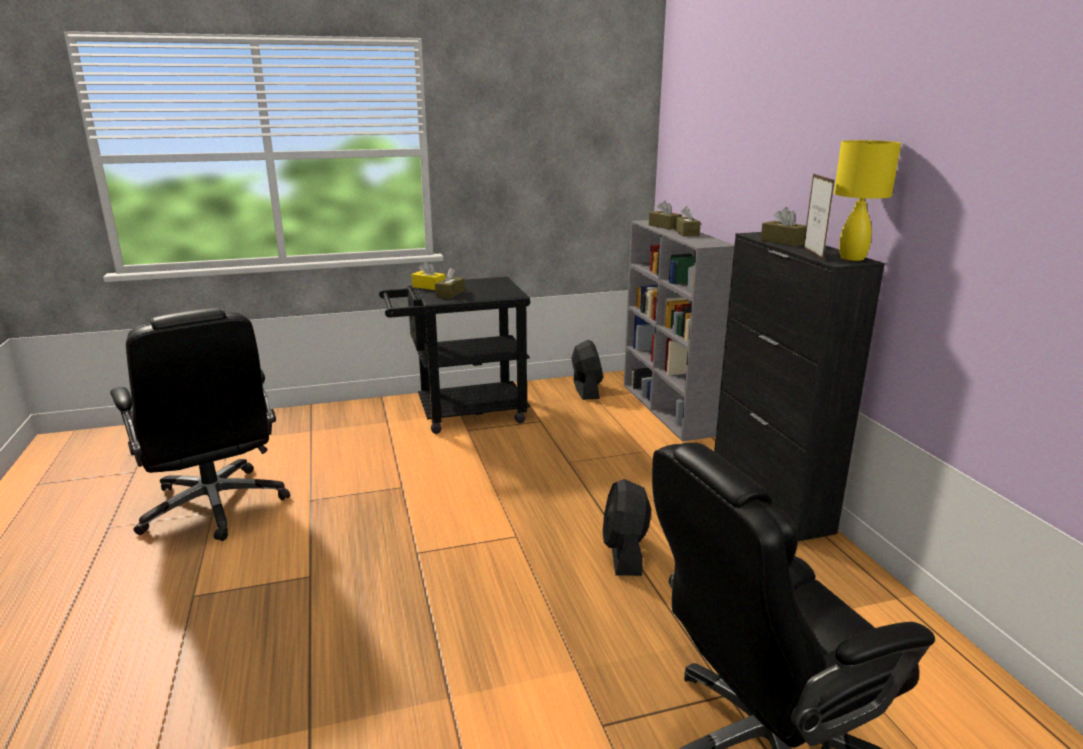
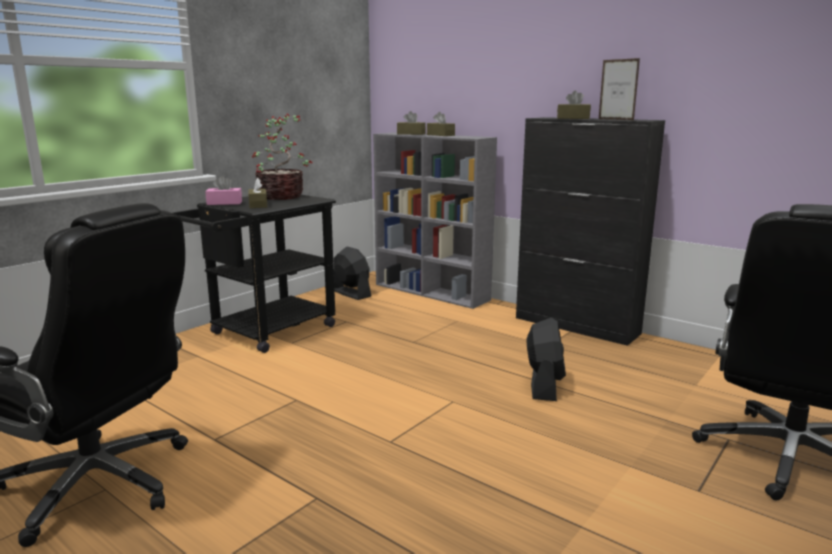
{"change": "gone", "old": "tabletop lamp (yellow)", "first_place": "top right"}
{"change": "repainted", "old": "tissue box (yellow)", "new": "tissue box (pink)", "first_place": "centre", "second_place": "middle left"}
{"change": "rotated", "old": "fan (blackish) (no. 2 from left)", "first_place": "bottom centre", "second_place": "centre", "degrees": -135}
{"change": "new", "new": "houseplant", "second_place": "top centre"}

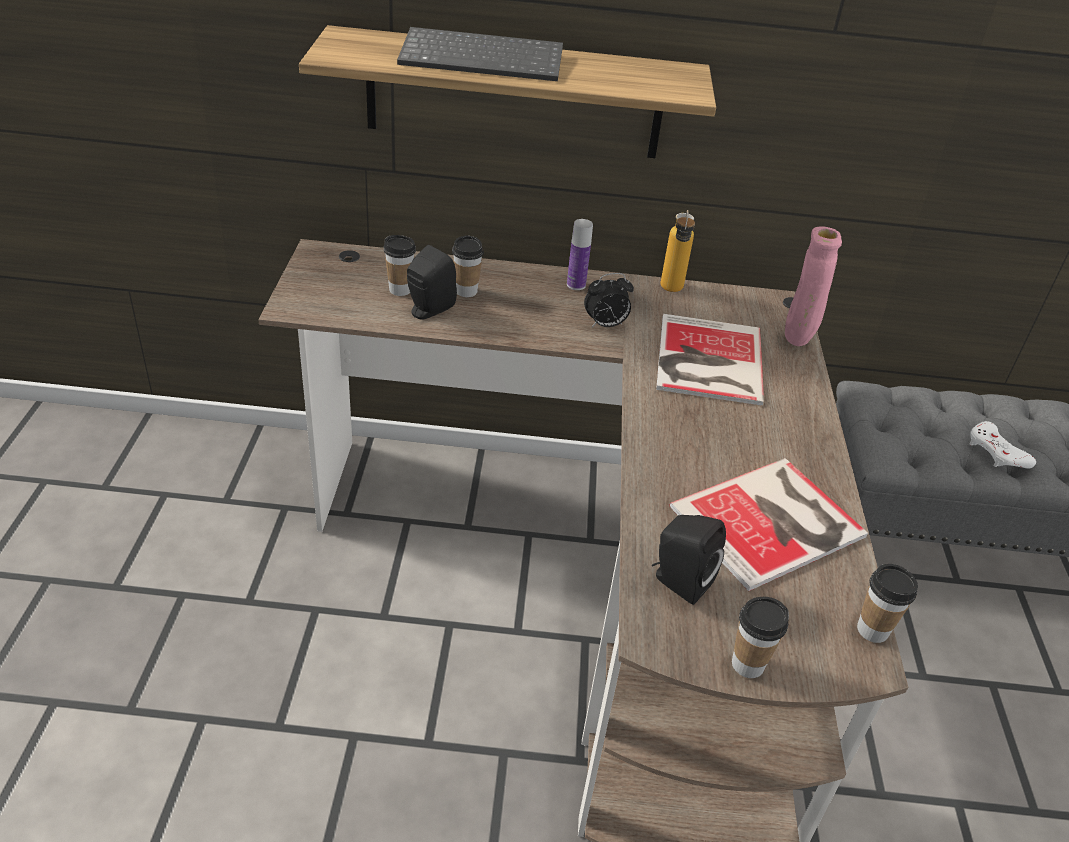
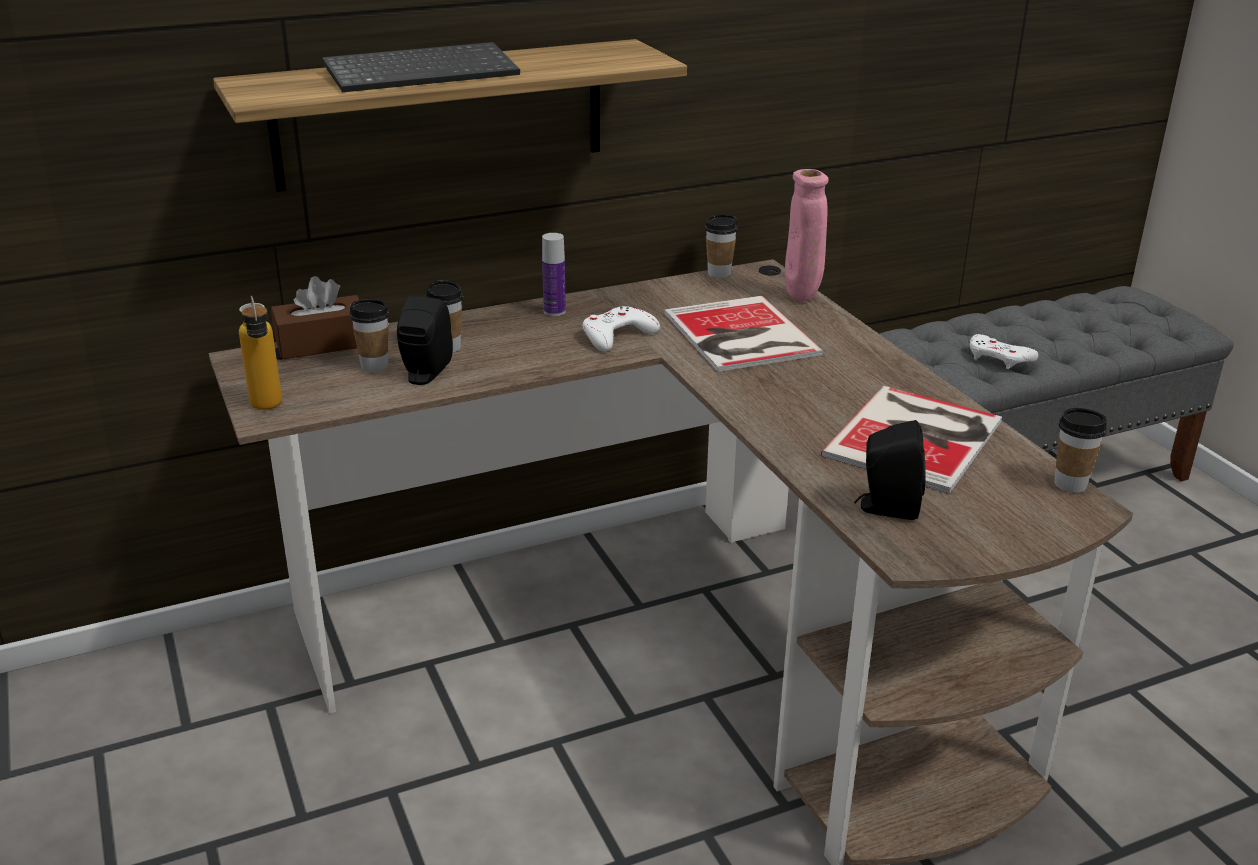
{"change": "shifted", "old": "beverage bottle (no. 2 from left in the first image)", "new": "beverage bottle (no. 1 from left)", "first_place": "top centre", "second_place": "middle left"}
{"change": "swapped", "old": "alarm clock", "new": "gamepad (white) (no. 1 from left)", "first_place": "centre", "second_place": "centre"}
{"change": "shifted", "old": "drinking cup (no. 3 from left)", "first_place": "bottom right", "second_place": "top centre"}
{"change": "new", "new": "tissue box (brown)", "second_place": "middle left"}

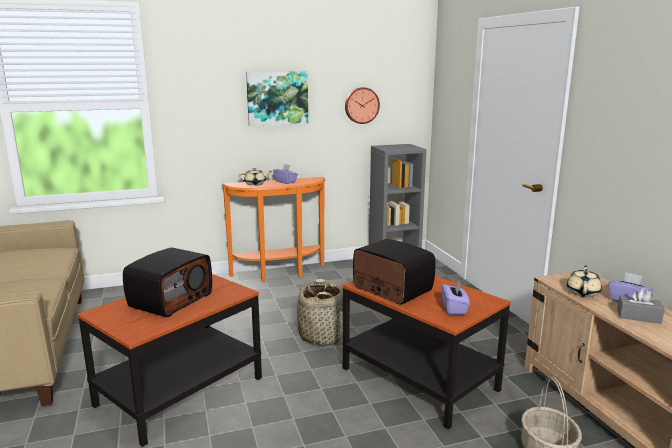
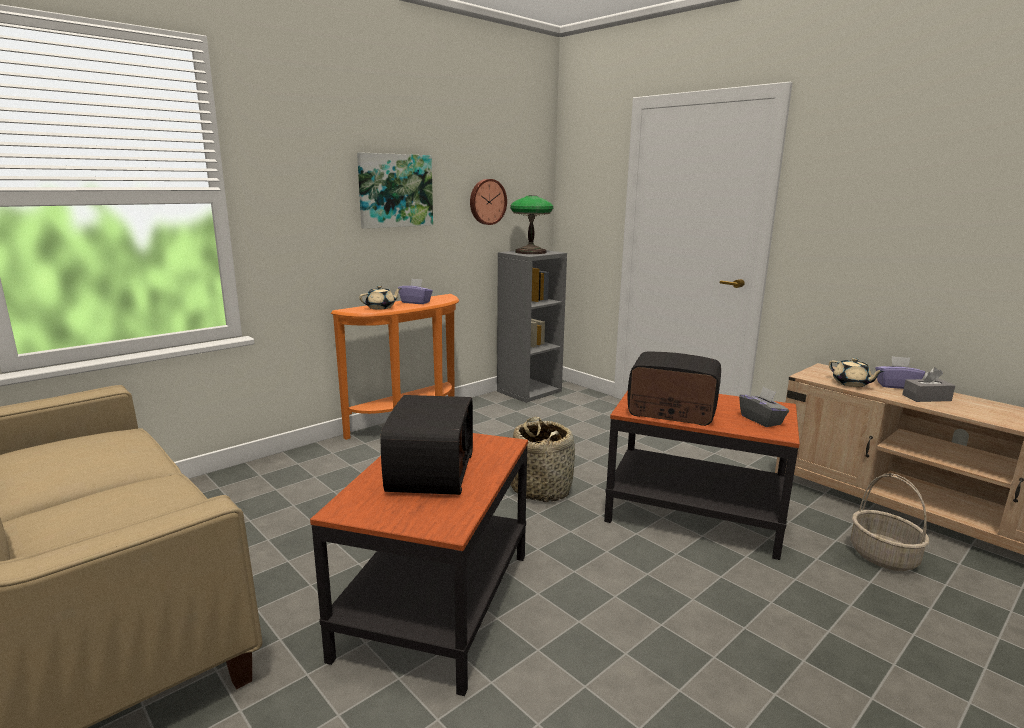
{"change": "rotated", "old": "pot for tea (beige-coloured) (no. 2 from left)", "first_place": "middle right", "second_place": "middle right", "degrees": 150}
{"change": "repainted", "old": "tissue box (purple) (no. 2 from left)", "new": "tissue box (greyish) (no. 1 from left)", "first_place": "middle right", "second_place": "middle right"}
{"change": "new", "new": "tabletop lamp", "second_place": "top centre"}

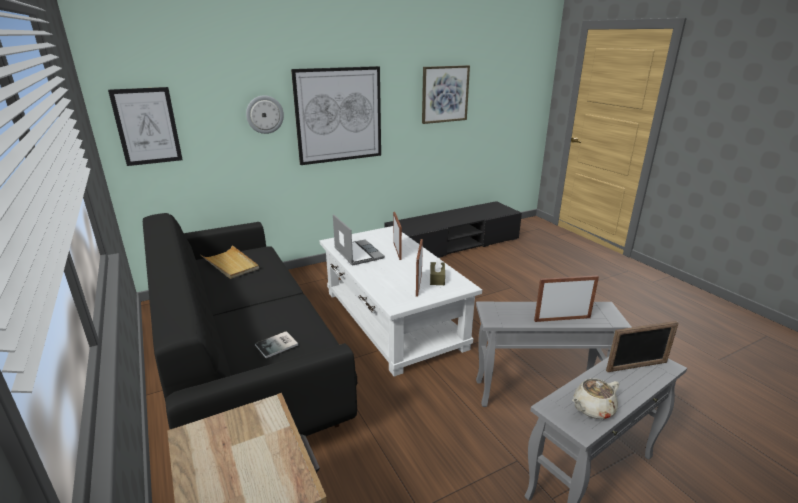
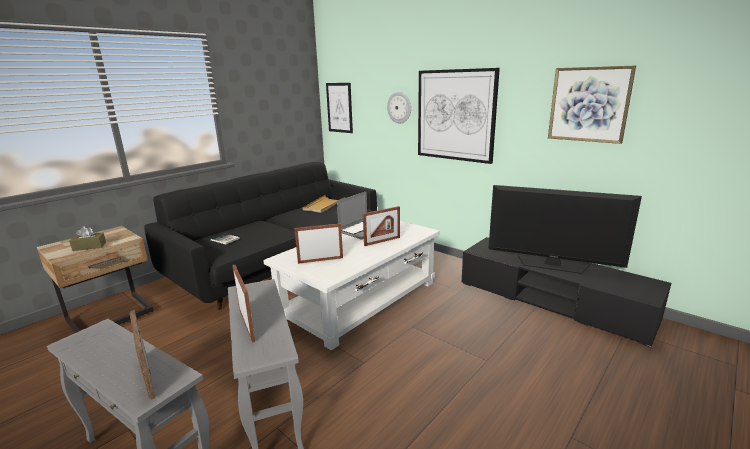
{"change": "shifted", "old": "tissue box (brown)", "first_place": "centre", "second_place": "middle left"}
{"change": "gone", "old": "pot for tea (beige-coloured)", "first_place": "bottom right"}
{"change": "new", "new": "television", "second_place": "middle right"}

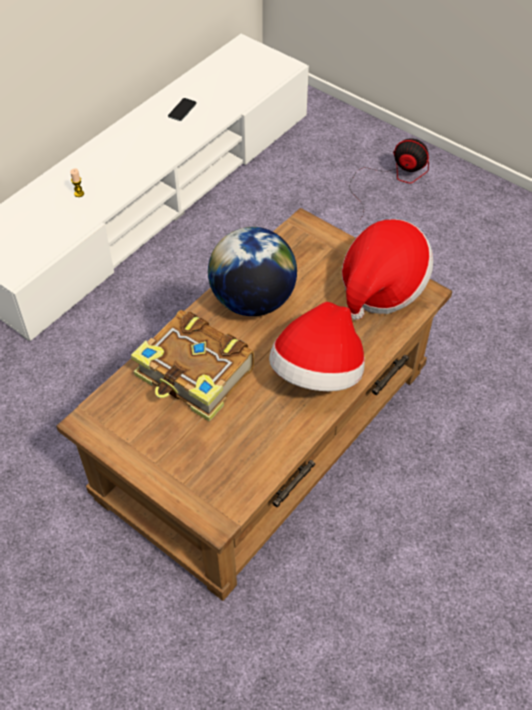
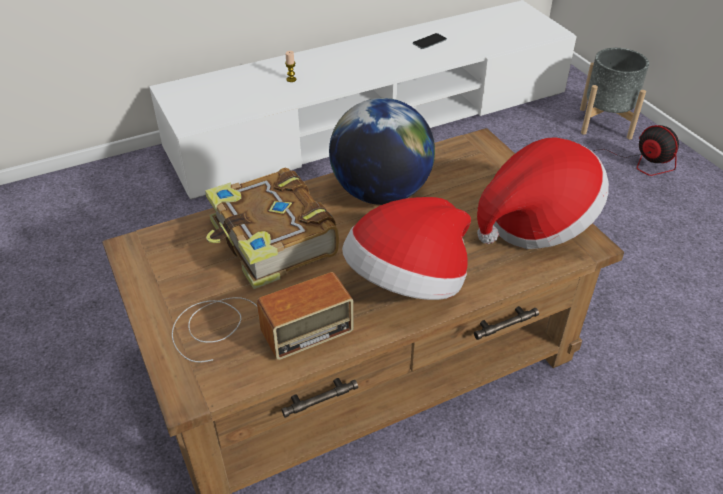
{"change": "new", "new": "planter (greyish)", "second_place": "top right"}
{"change": "new", "new": "radio set", "second_place": "centre"}

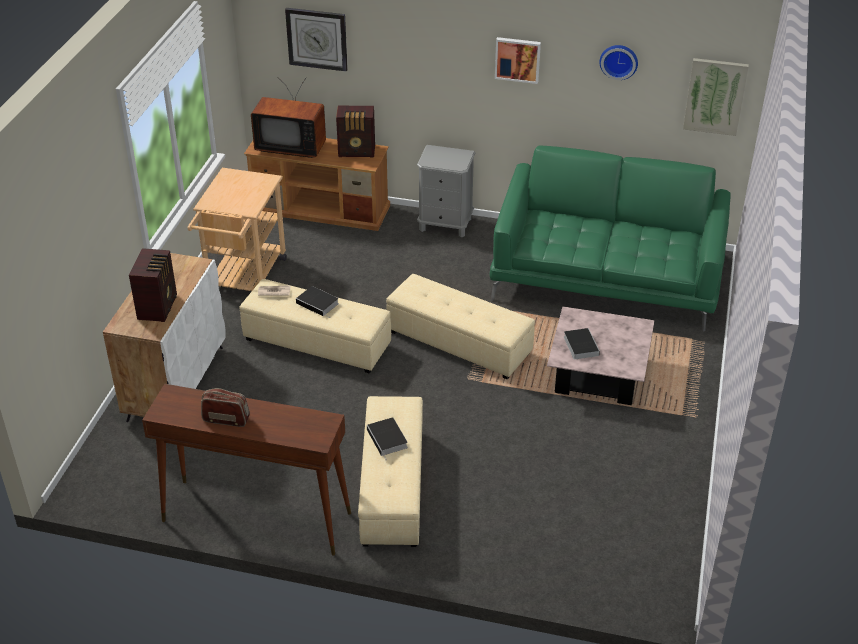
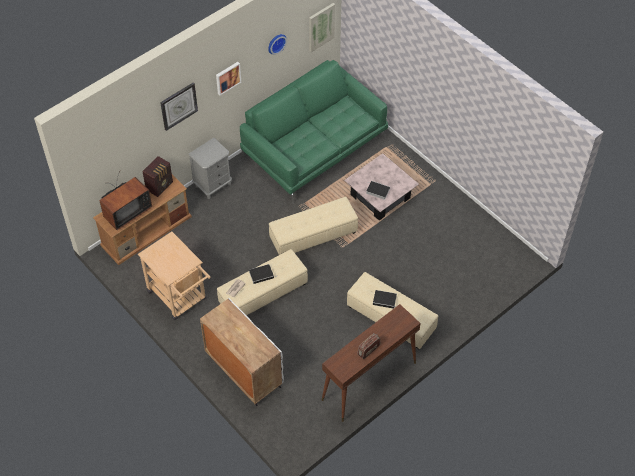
{"change": "shifted", "old": "clock on the wall (no. 1 from left)", "first_place": "top centre", "second_place": "top left"}
{"change": "gone", "old": "radio set (no. 1 from left)", "first_place": "middle left"}

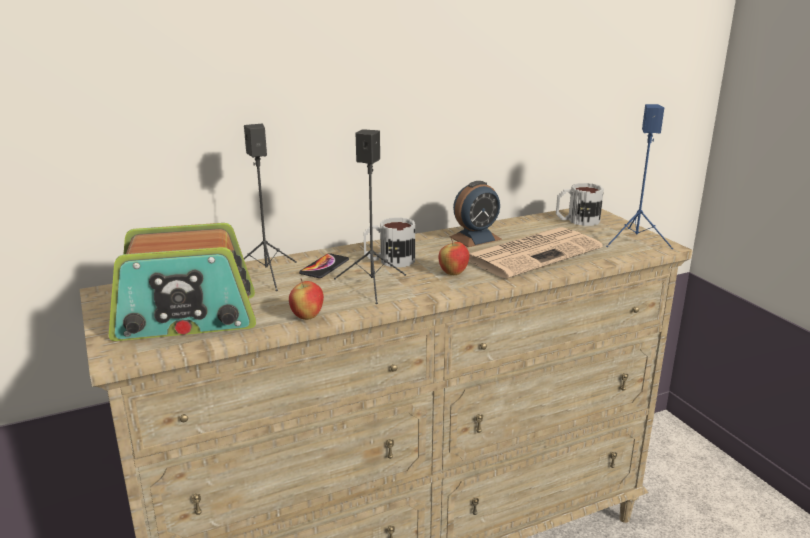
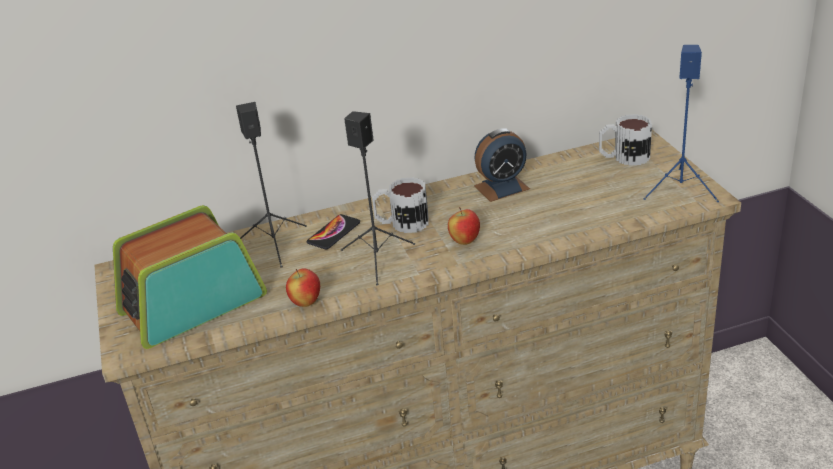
{"change": "rotated", "old": "radio set", "first_place": "middle left", "second_place": "middle left", "degrees": 150}
{"change": "gone", "old": "printed paper", "first_place": "centre"}

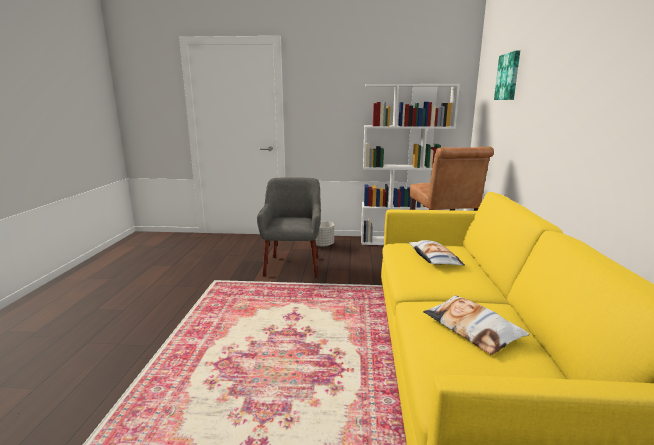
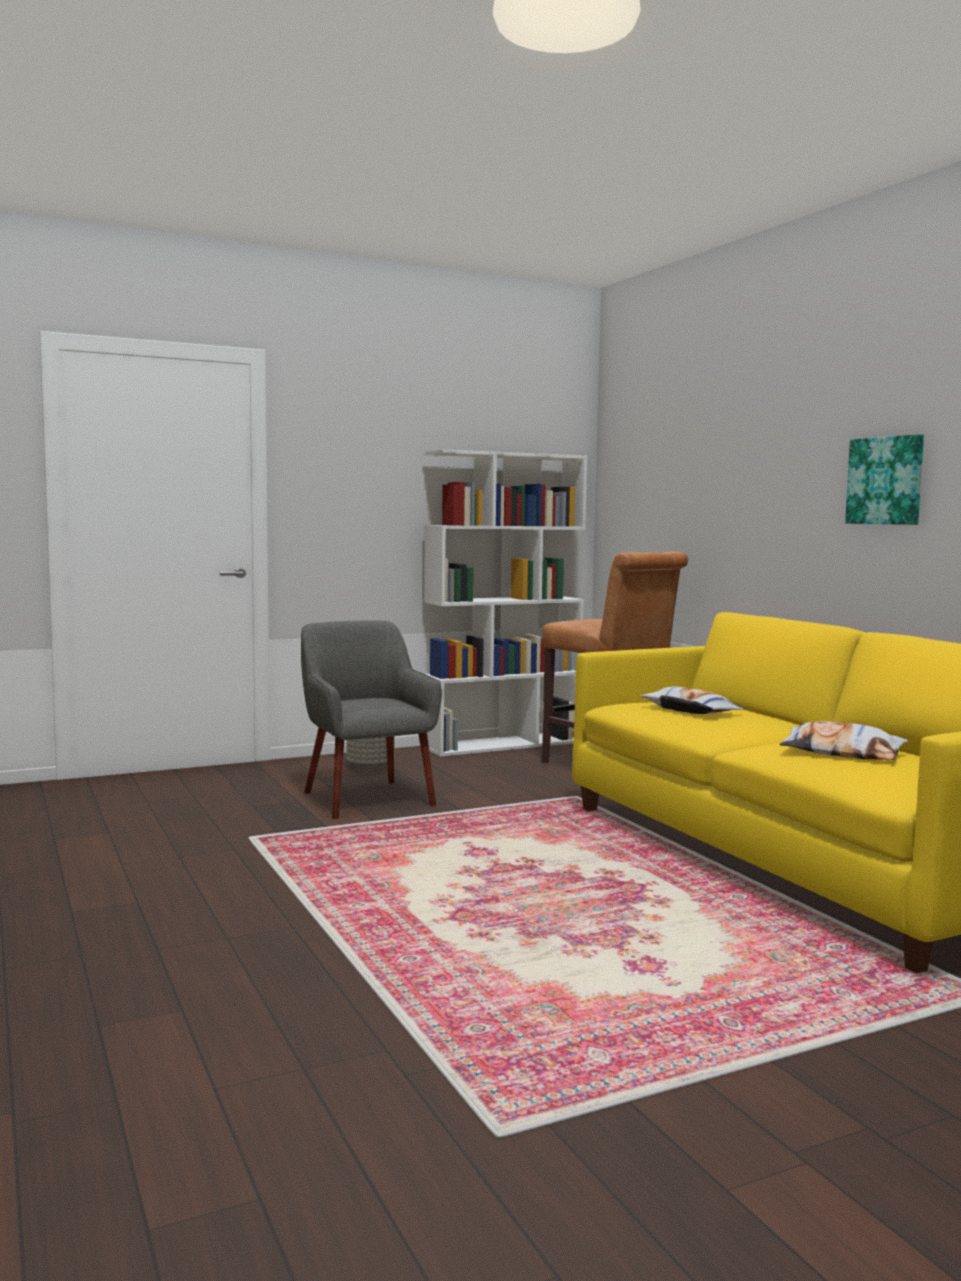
{"change": "shifted", "old": "picture", "first_place": "top right", "second_place": "middle right"}

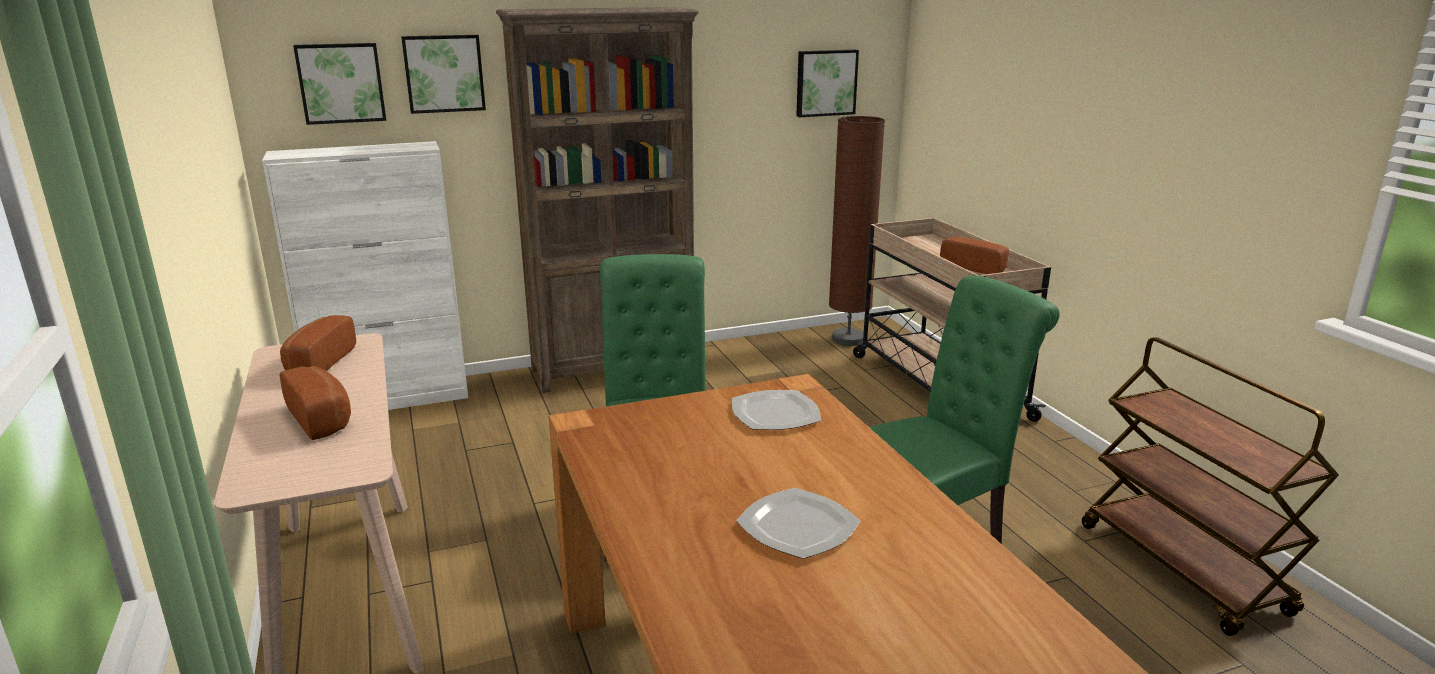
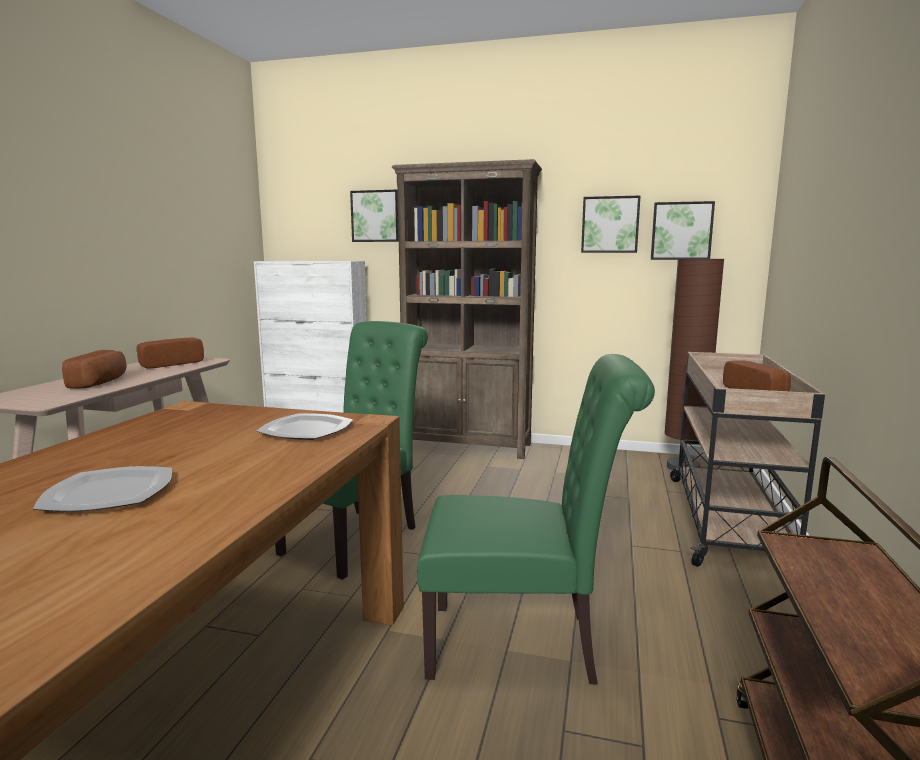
{"change": "shifted", "old": "picture (no. 1 from left in the first image)", "new": "picture (no. 2 from left)", "first_place": "top left", "second_place": "top centre"}

